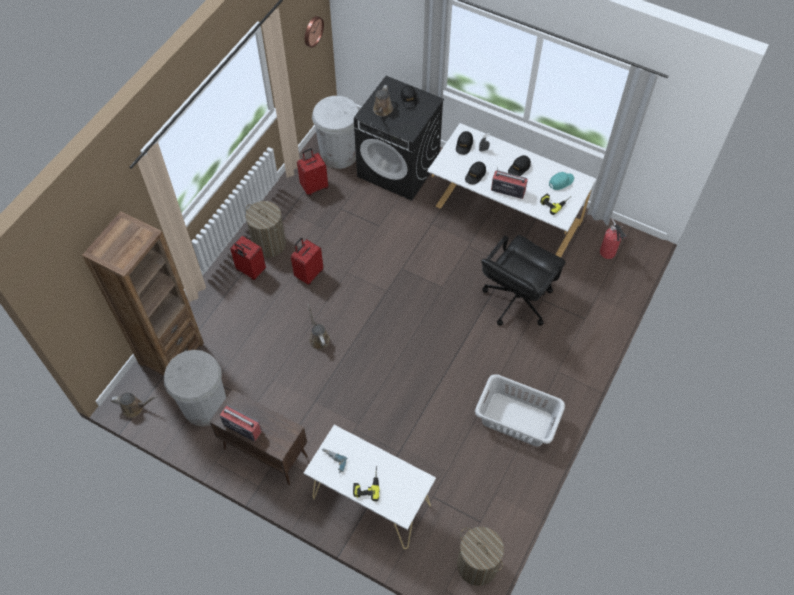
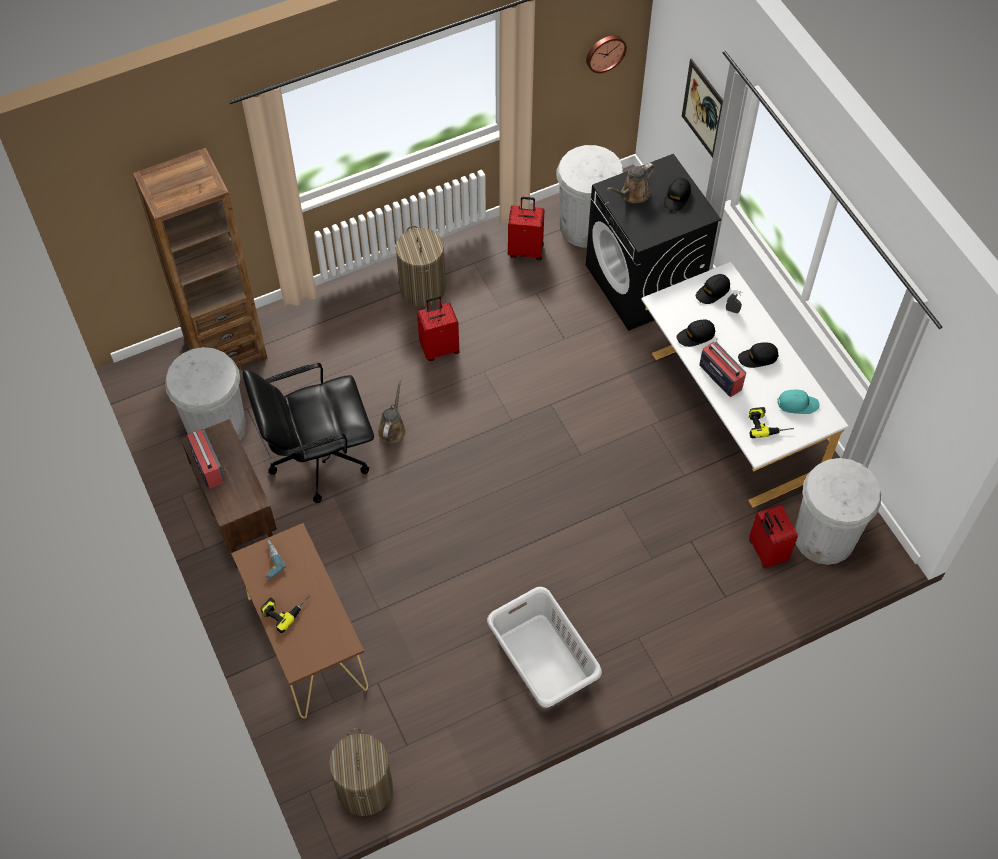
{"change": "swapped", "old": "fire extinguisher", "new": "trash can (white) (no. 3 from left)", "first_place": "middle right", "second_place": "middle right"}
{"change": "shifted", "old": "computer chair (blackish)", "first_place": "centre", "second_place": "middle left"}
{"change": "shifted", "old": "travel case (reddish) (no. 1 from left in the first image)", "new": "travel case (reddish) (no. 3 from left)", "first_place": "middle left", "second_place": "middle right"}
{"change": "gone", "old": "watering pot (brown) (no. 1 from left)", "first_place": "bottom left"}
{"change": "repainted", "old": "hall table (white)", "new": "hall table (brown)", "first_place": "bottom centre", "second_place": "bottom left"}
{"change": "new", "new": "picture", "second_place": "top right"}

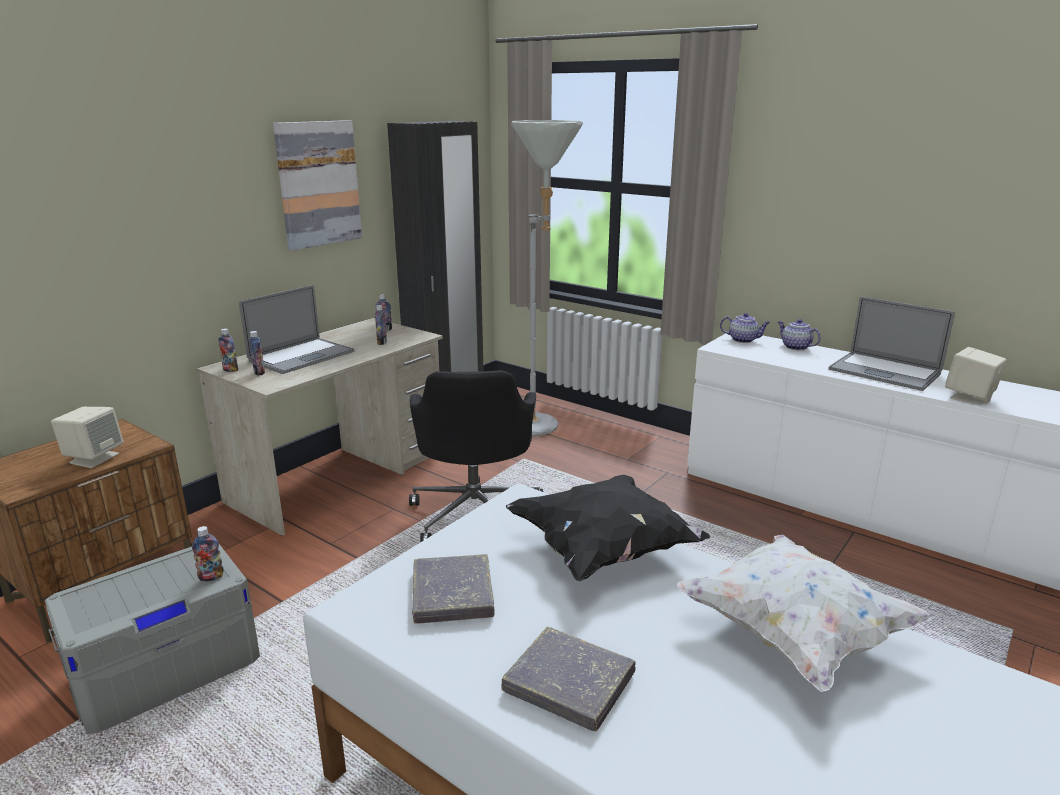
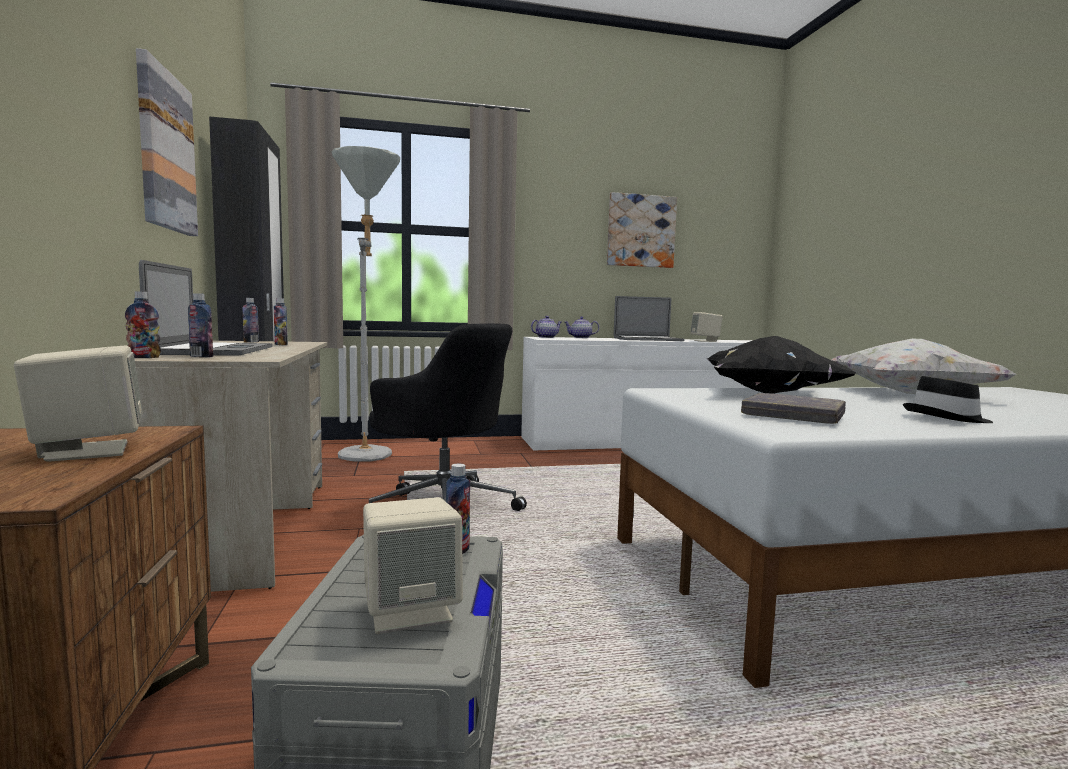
{"change": "swapped", "old": "bound book (greyish) (no. 2 from left)", "new": "hat (blackish)", "first_place": "bottom centre", "second_place": "middle right"}
{"change": "new", "new": "picture (no. 2 from left)", "second_place": "top centre"}
{"change": "new", "new": "speaker (beige-coloured) (no. 2 from left)", "second_place": "bottom centre"}

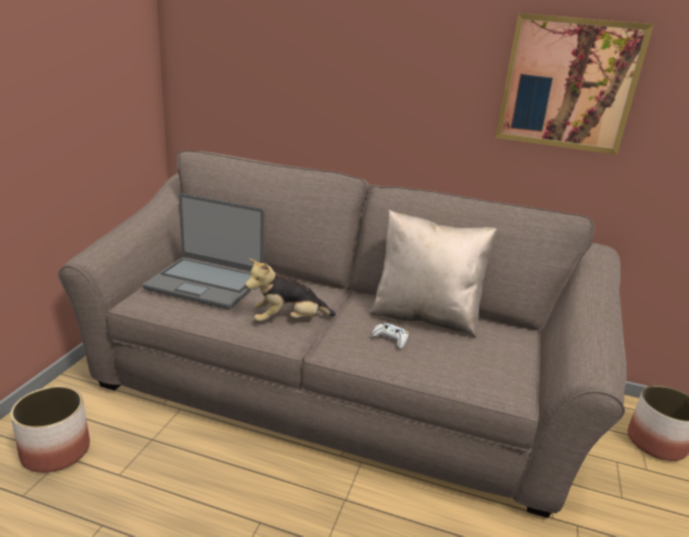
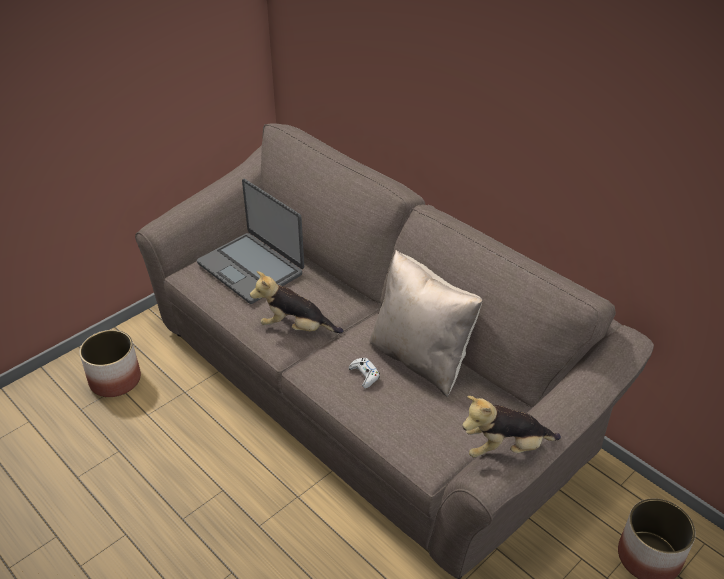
{"change": "gone", "old": "picture", "first_place": "top right"}
{"change": "new", "new": "cuddly toy (no. 2 from left)", "second_place": "bottom right"}

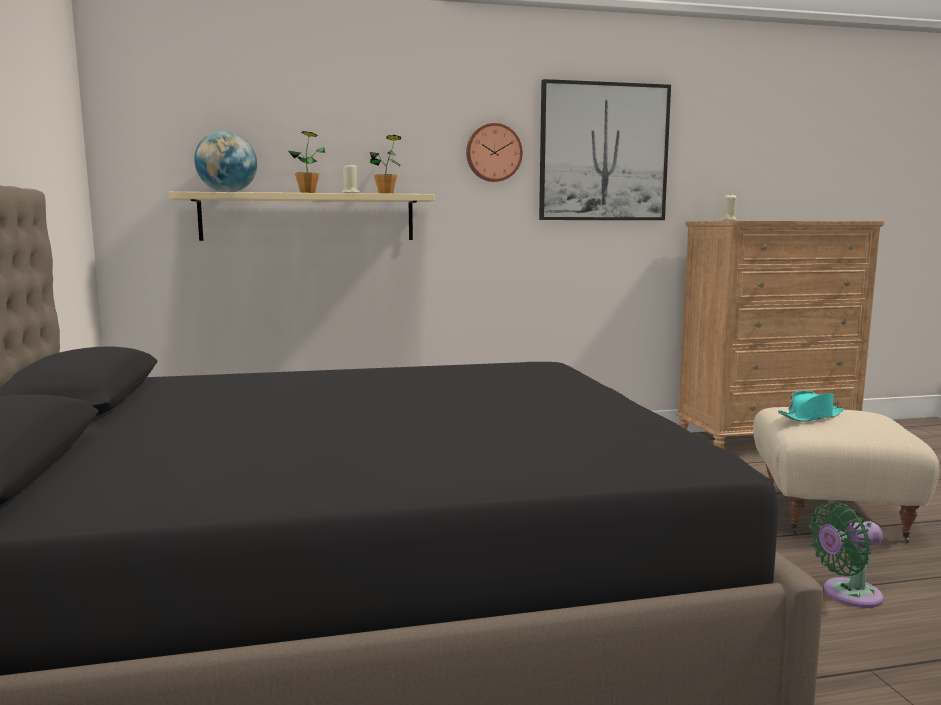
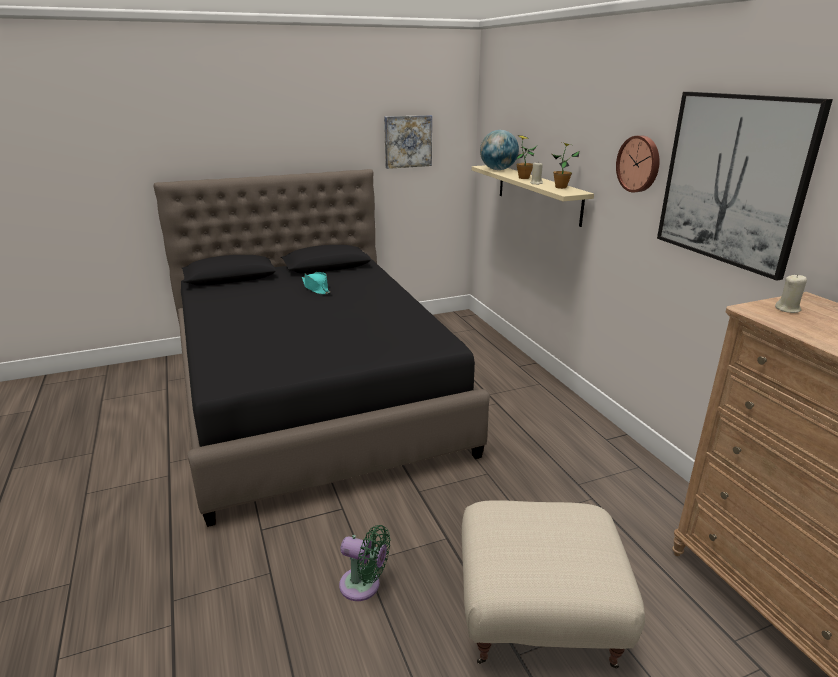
{"change": "shifted", "old": "hat (turquoise)", "first_place": "middle right", "second_place": "centre"}
{"change": "rotated", "old": "fan (greenish)", "first_place": "bottom right", "second_place": "bottom centre", "degrees": 135}
{"change": "new", "new": "picture (no. 1 from left)", "second_place": "top centre"}

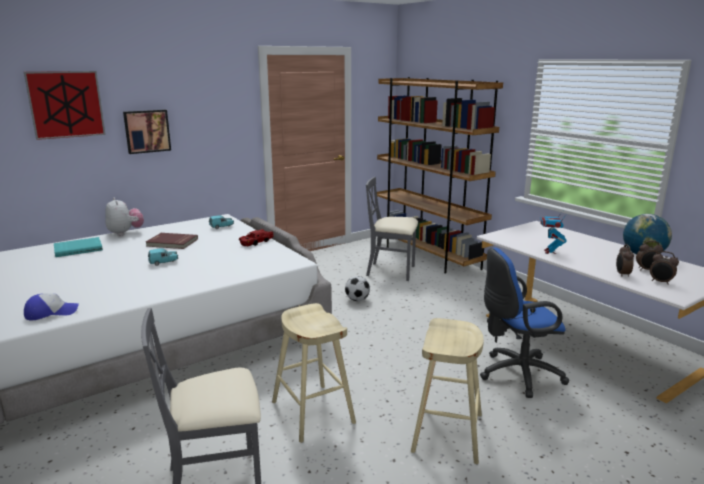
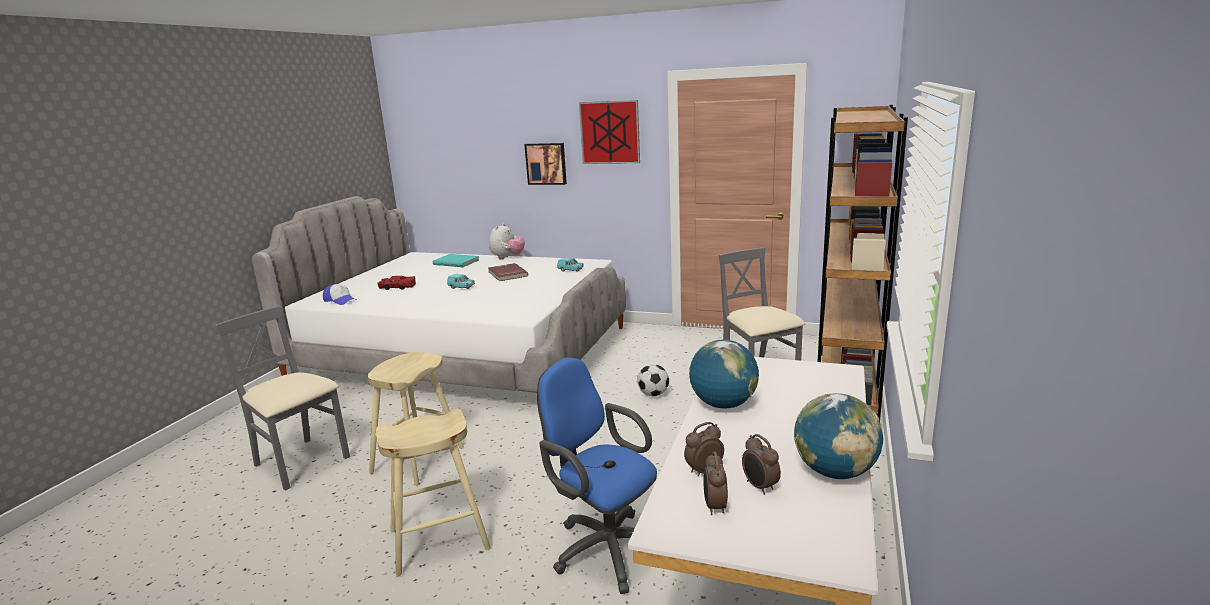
{"change": "shifted", "old": "picture (no. 1 from left in the first image)", "new": "picture (no. 2 from left)", "first_place": "top left", "second_place": "top centre"}
{"change": "swapped", "old": "robot figure", "new": "globe (no. 1 from left)", "first_place": "middle right", "second_place": "centre"}
{"change": "shifted", "old": "miniature car (reddish)", "first_place": "centre", "second_place": "middle left"}

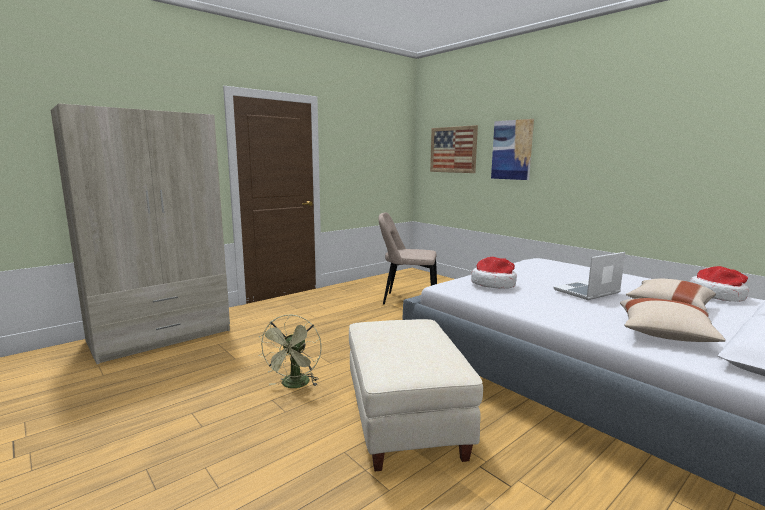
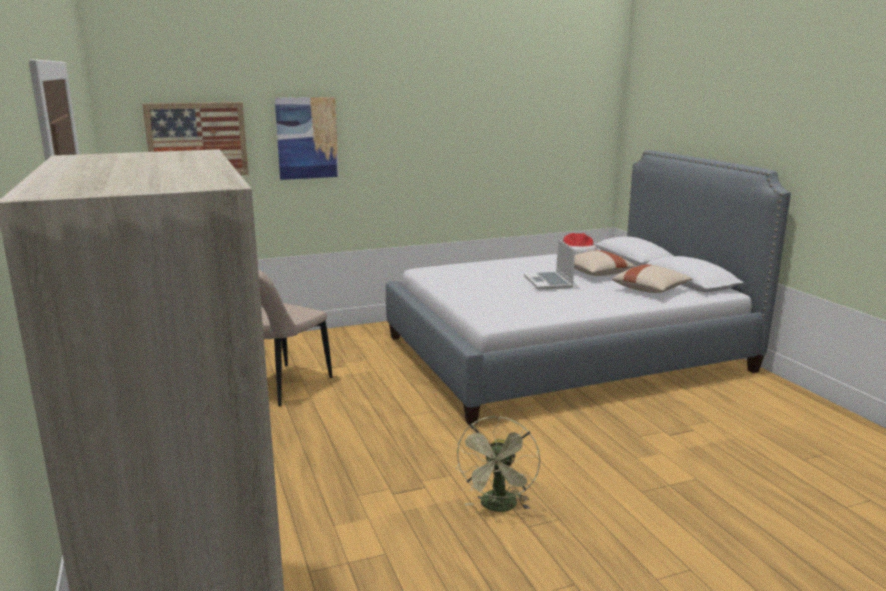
{"change": "gone", "old": "hat (no. 1 from left)", "first_place": "centre"}
{"change": "rotated", "old": "fan (greenish)", "first_place": "bottom centre", "second_place": "bottom centre", "degrees": 75}
{"change": "gone", "old": "footrest (beige-coloured)", "first_place": "bottom centre"}

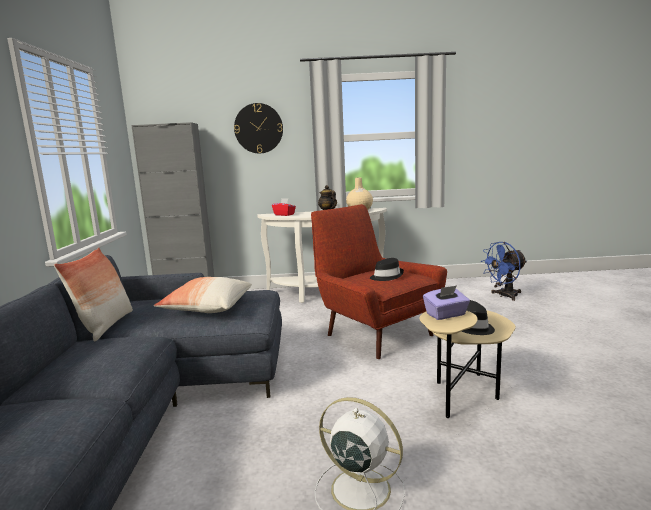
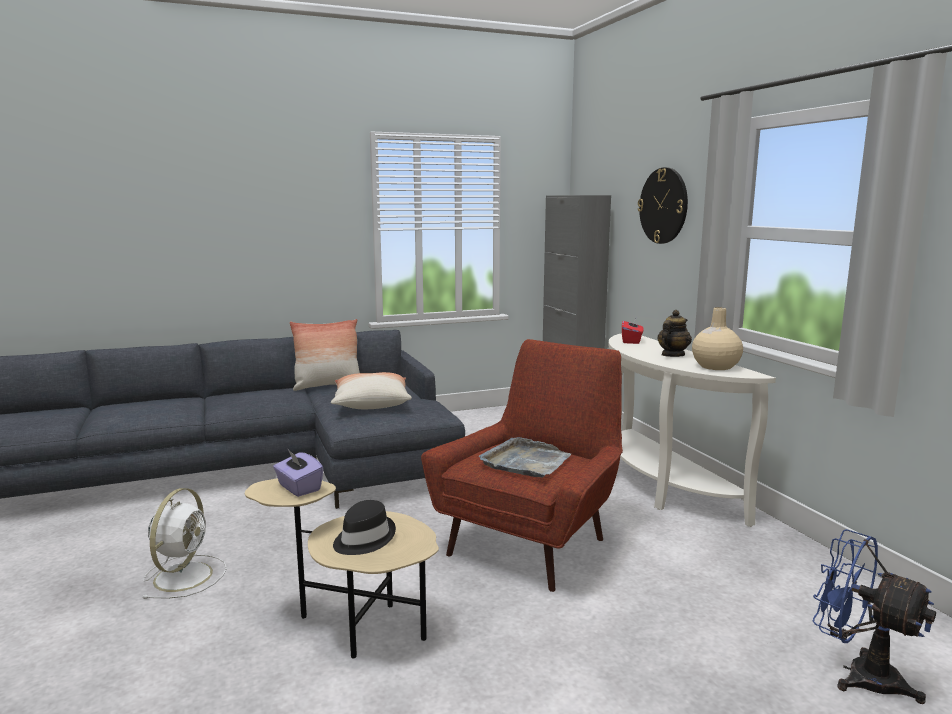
{"change": "swapped", "old": "hat (blackish) (no. 1 from left)", "new": "tray (greyish)", "first_place": "centre", "second_place": "centre"}

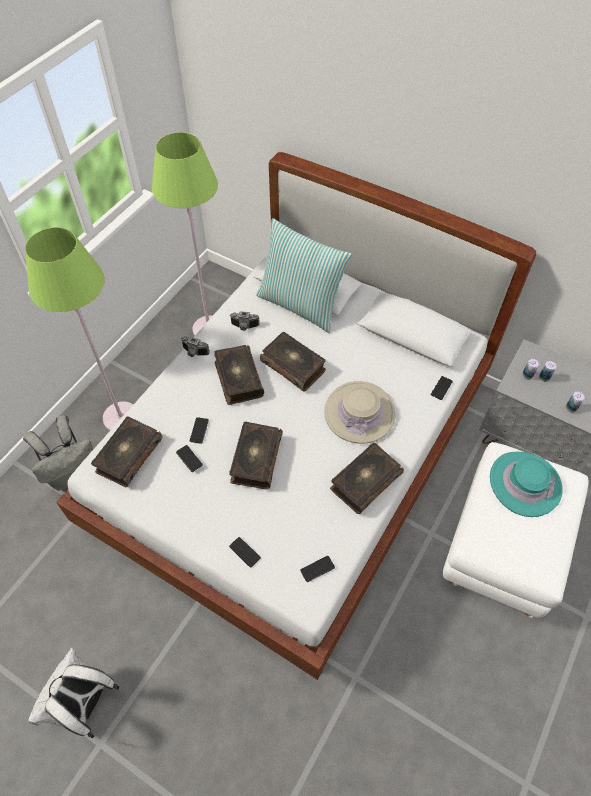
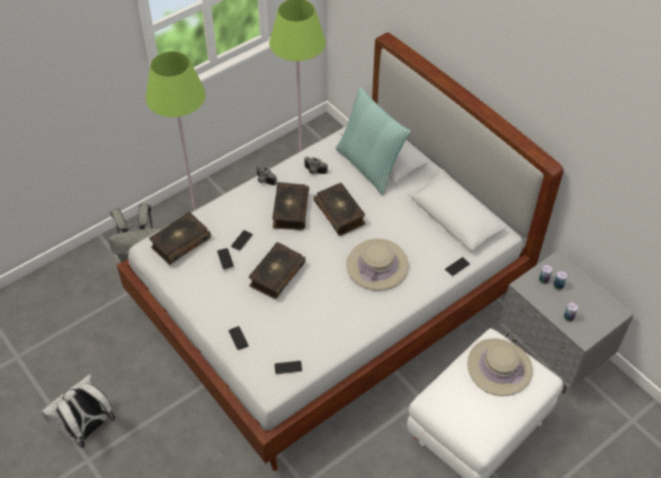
{"change": "gone", "old": "bound book (no. 5 from left)", "first_place": "centre"}
{"change": "repainted", "old": "hat (turquoise)", "new": "hat (beige-coloured) (no. 2 from left)", "first_place": "middle right", "second_place": "bottom right"}

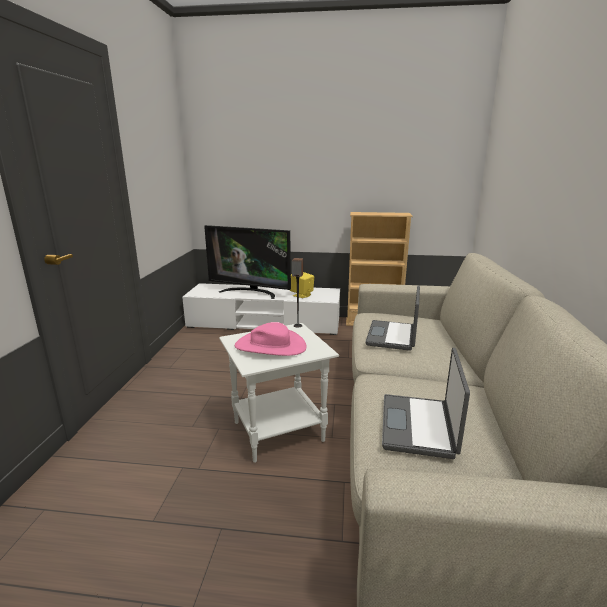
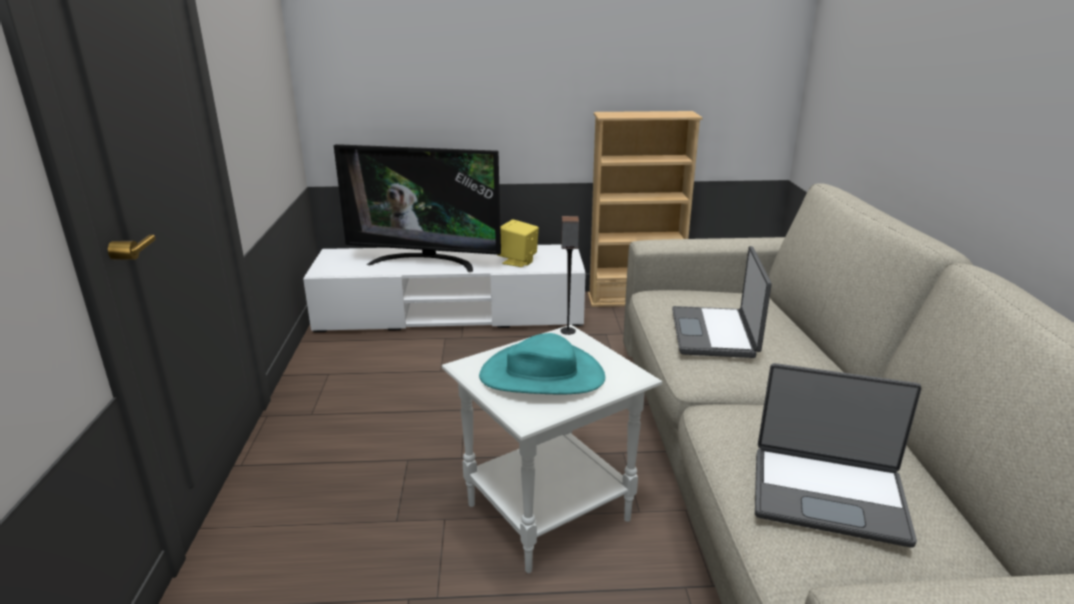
{"change": "repainted", "old": "hat (pink)", "new": "hat (turquoise)", "first_place": "centre", "second_place": "centre"}
{"change": "rotated", "old": "laptop (no. 2 from left)", "first_place": "middle right", "second_place": "bottom right", "degrees": -75}

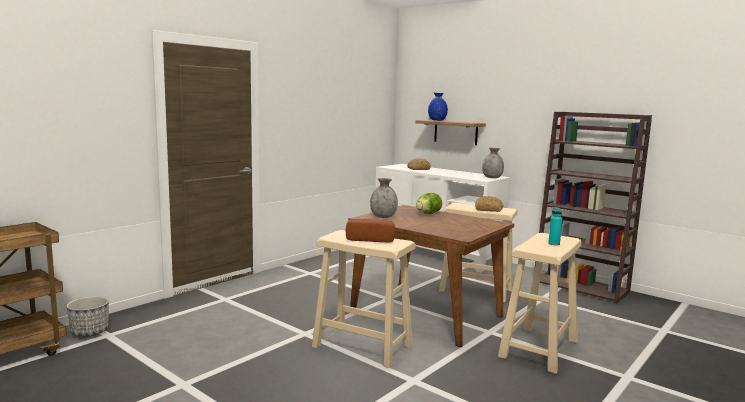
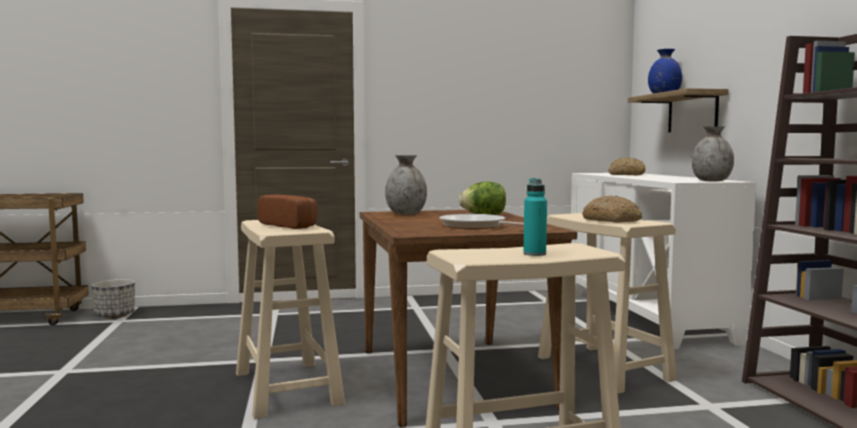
{"change": "new", "new": "frying pan", "second_place": "centre"}

